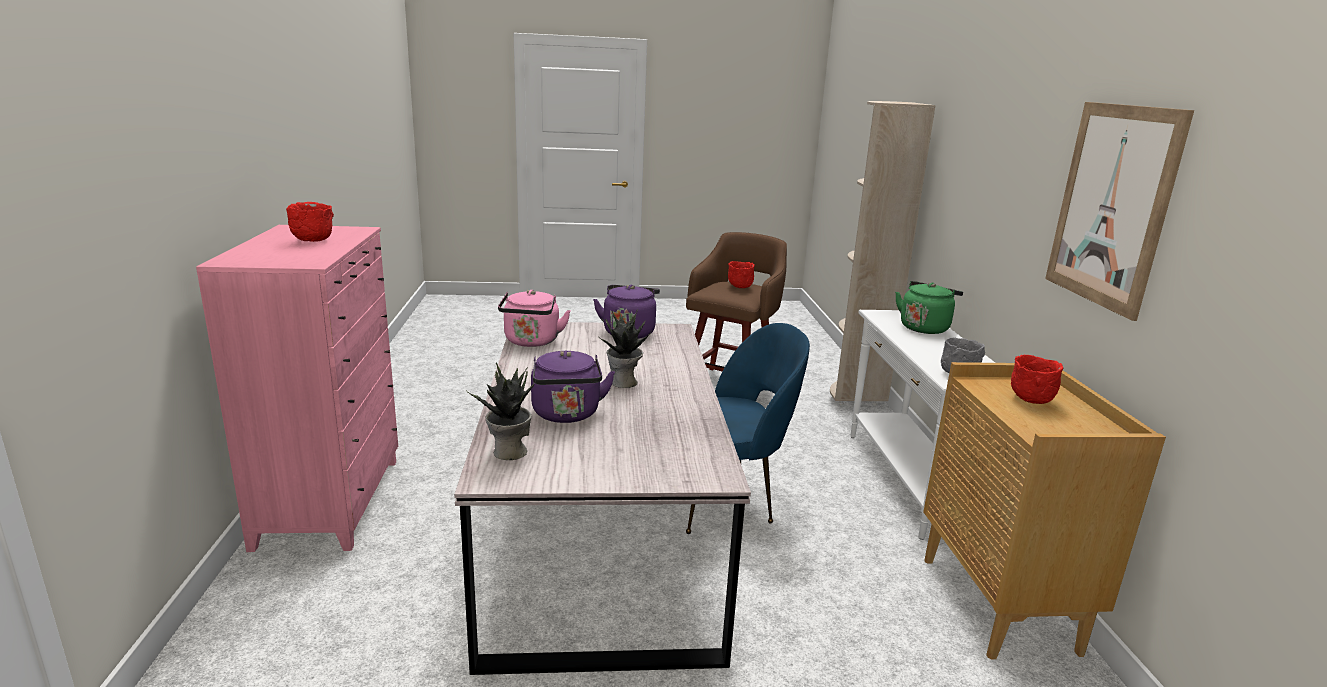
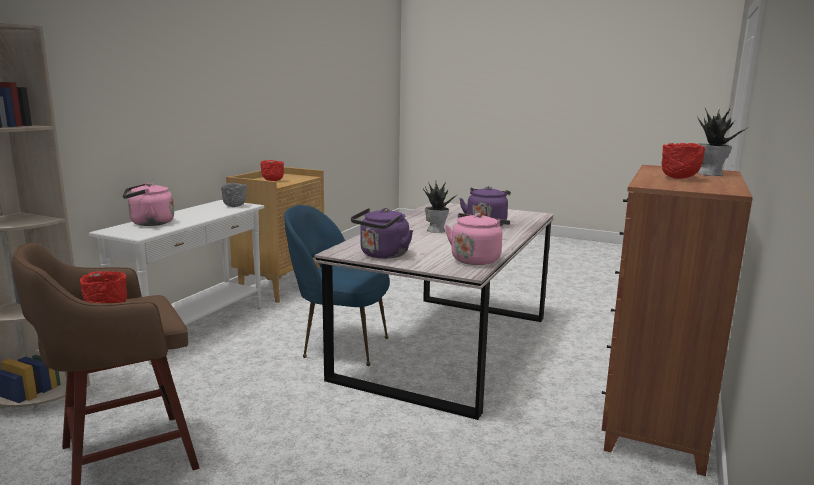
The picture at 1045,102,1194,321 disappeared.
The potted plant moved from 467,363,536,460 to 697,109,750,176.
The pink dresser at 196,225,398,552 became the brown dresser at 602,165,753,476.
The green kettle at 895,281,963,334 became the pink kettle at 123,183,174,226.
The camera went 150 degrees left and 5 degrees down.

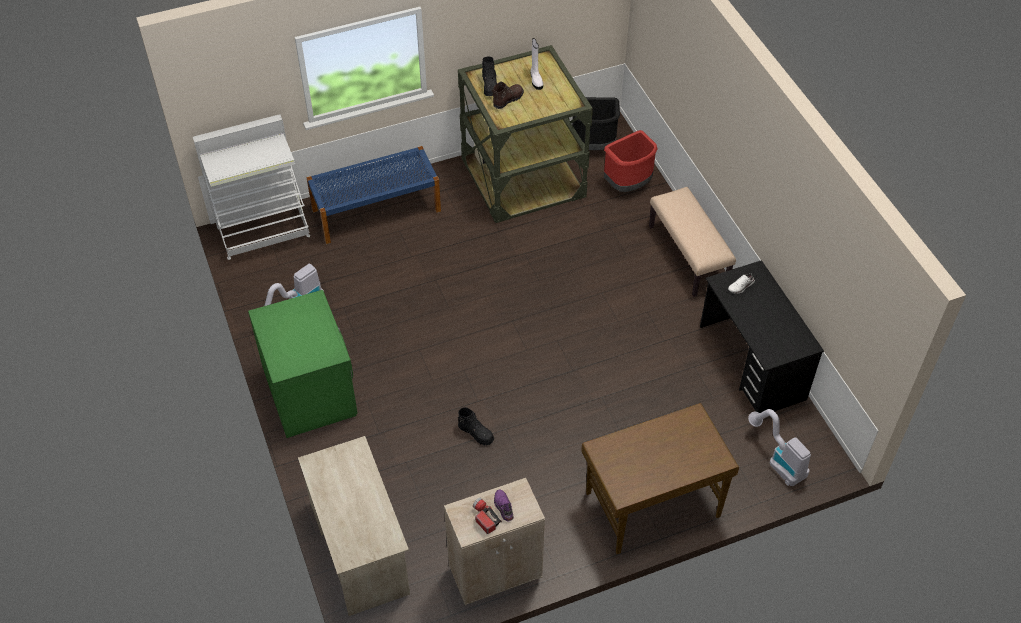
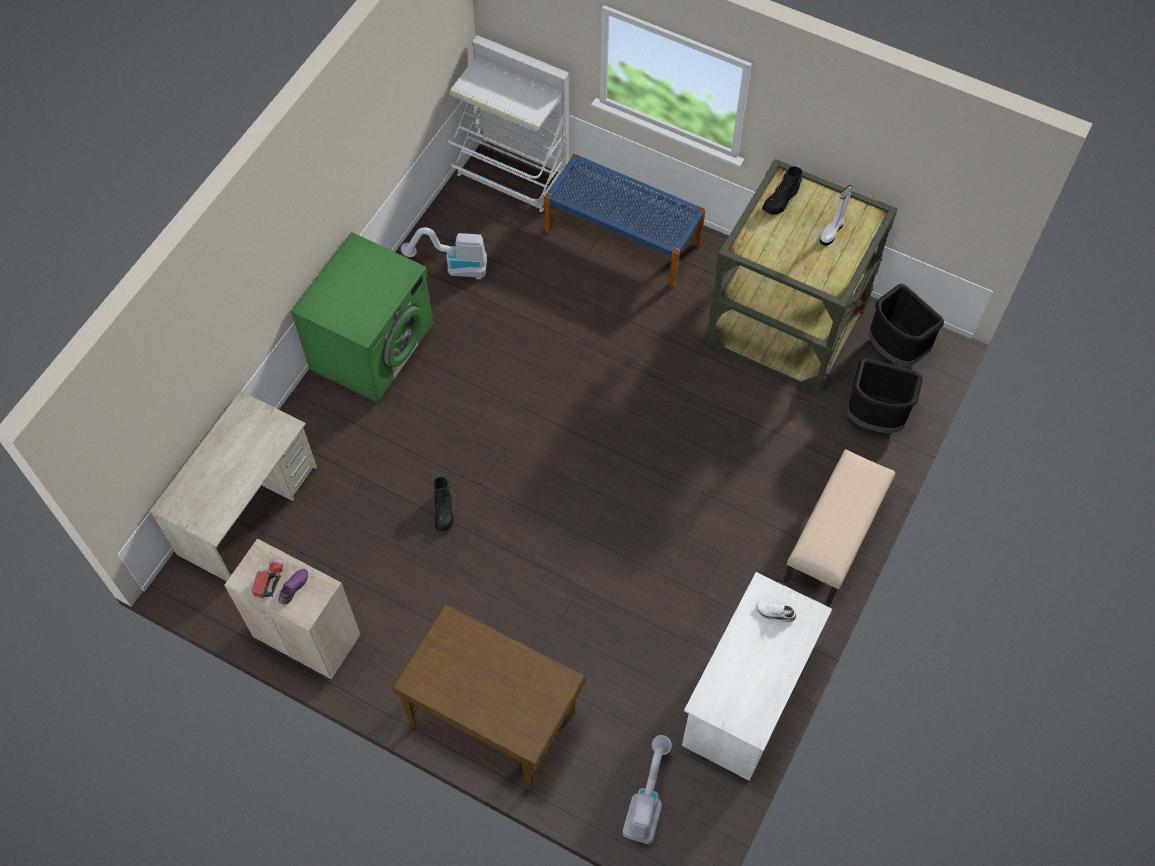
The brown boot at 492,82,524,109 disappeared.
The red trash can at 604,130,658,192 became the black trash can at 847,358,923,433.
The black desk at 700,260,824,413 became the white desk at 682,572,832,781.
The camera went 50 degrees right and 10 degrees up.

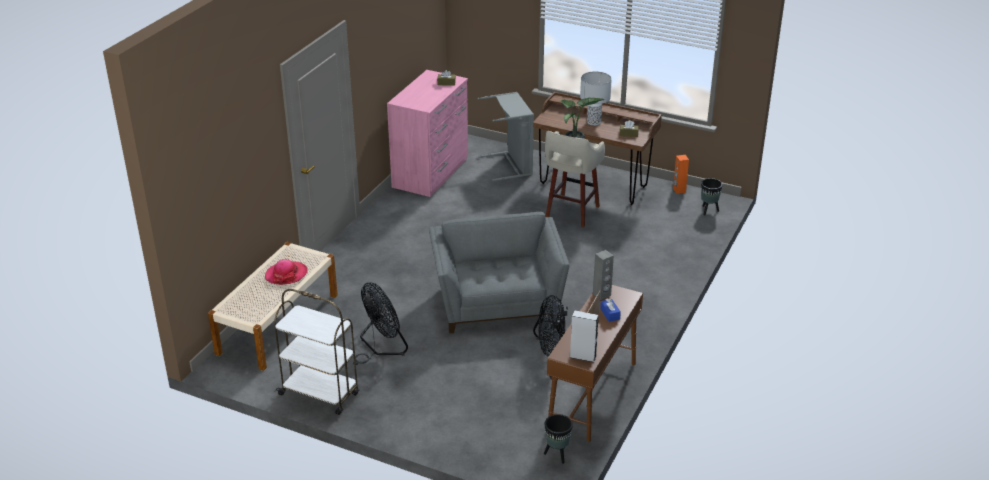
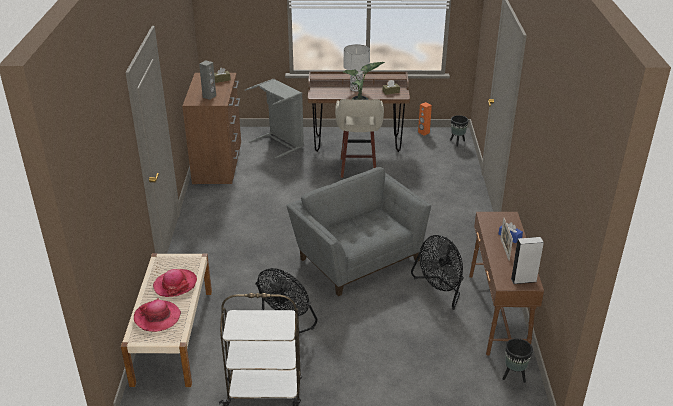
The hat at 134,298,181,332 appeared.
The grey speaker moved from 593,250,614,300 to 199,60,216,100.
The pink dresser at 387,70,468,197 became the brown dresser at 182,73,241,184.
The camera went 25 degrees left and 0 degrees up.

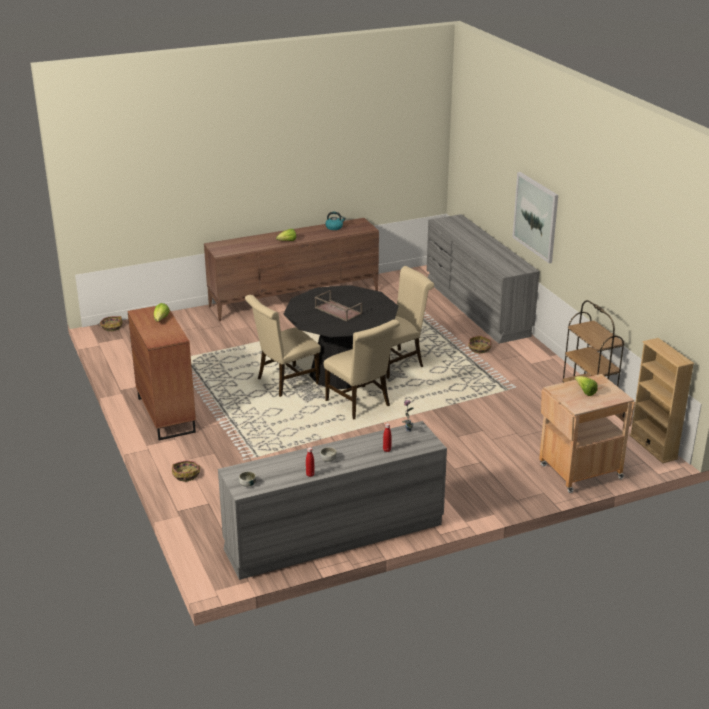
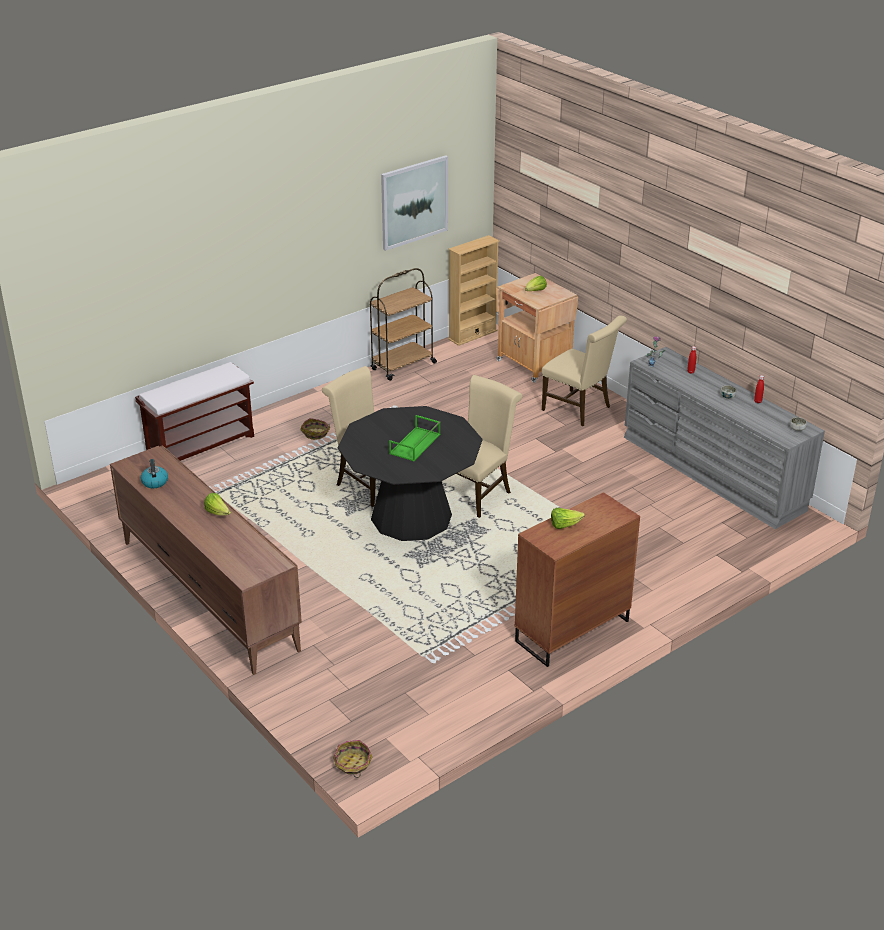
The basket at 172,460,200,482 disappeared.
The beige chair moved from 245,295,321,397 to 542,316,627,426.
The picture moved from 512,172,558,263 to 381,155,448,251.
The grey dresser at 427,214,540,344 was replaced by the brown bench at 135,362,254,461.
The brown tray at 315,290,362,322 became the green tray at 389,415,440,461.
The camera went 105 degrees left and 5 degrees up.

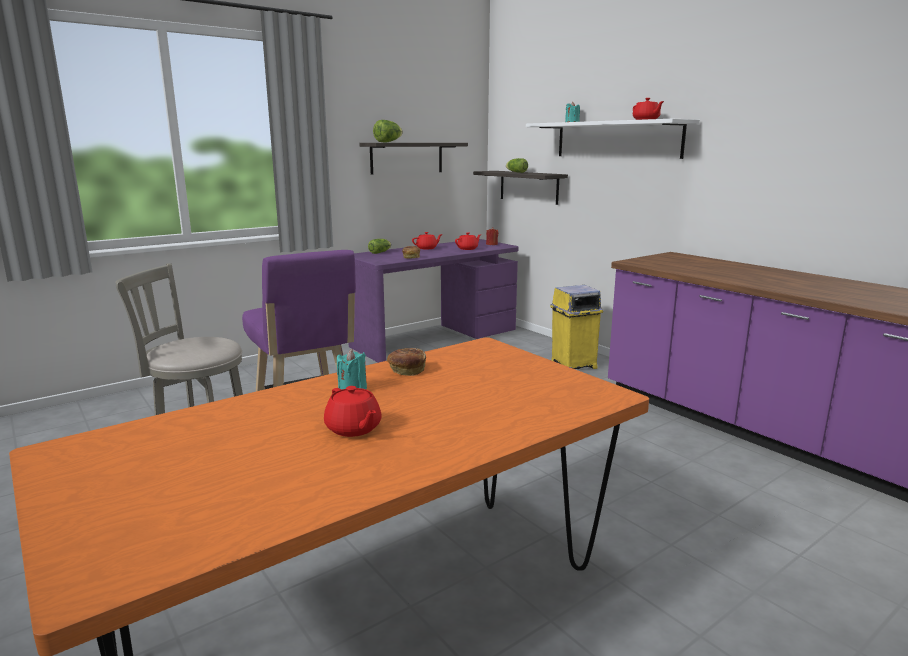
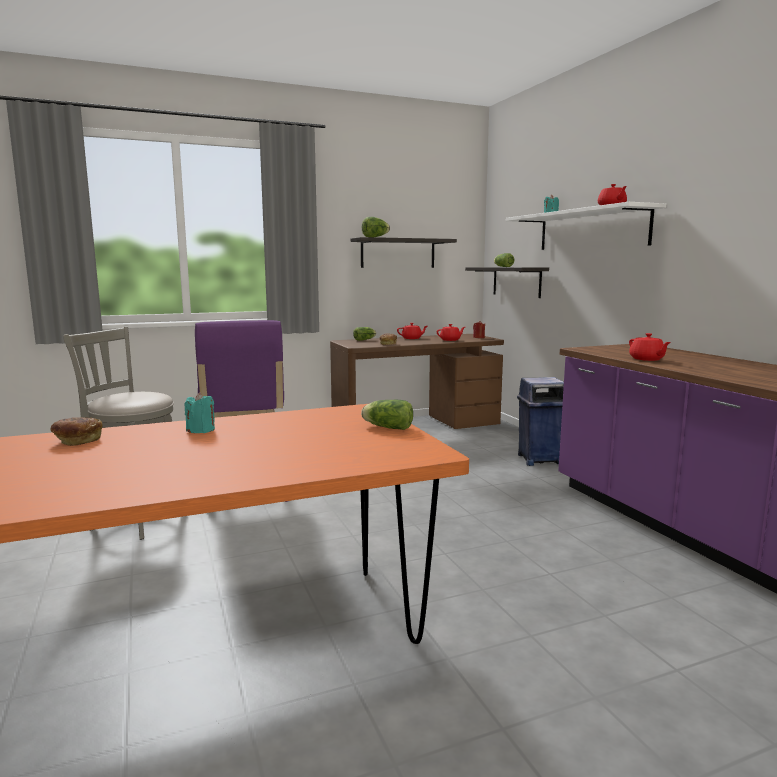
The lettuce at 361,400,413,430 appeared.
The red teapot moved from 324,386,382,437 to 629,333,671,361.
The bread moved from 387,348,426,376 to 50,417,103,446.
The purple desk at 349,239,519,363 became the brown desk at 330,334,504,429.
The yellow trash can at 550,285,603,369 became the blue trash can at 517,377,564,466.
The camera went 15 degrees right and 5 degrees down.

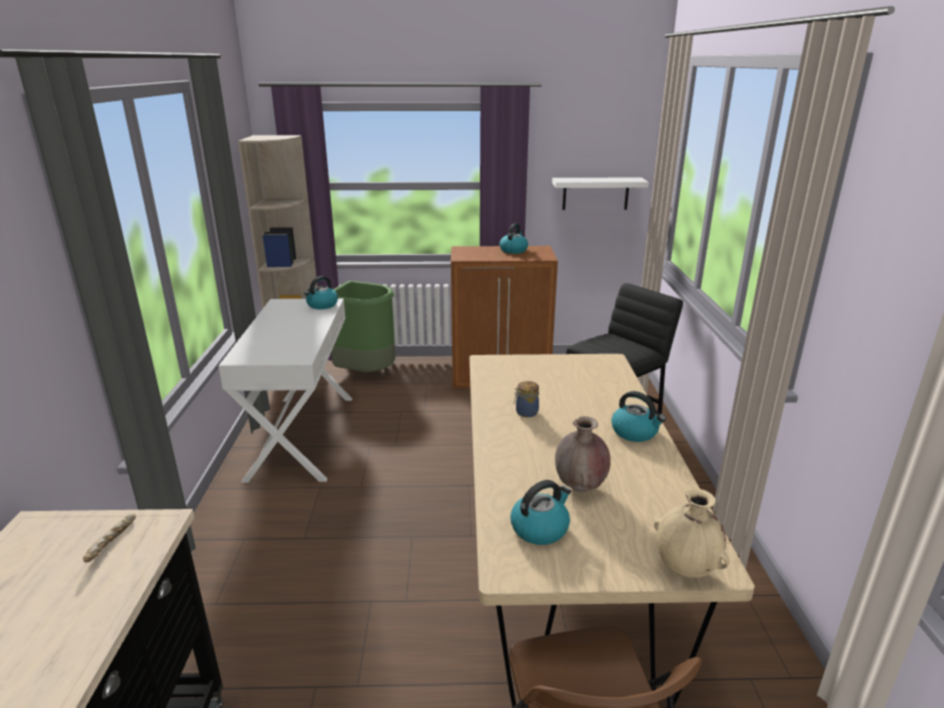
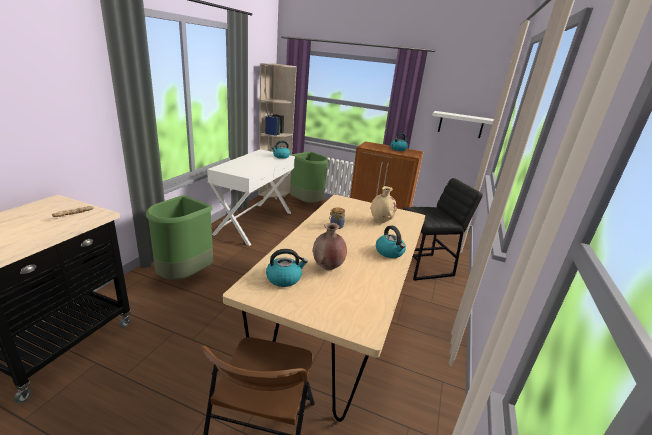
The green trash can at 146,195,213,280 appeared.
The beige vase moved from 654,488,729,578 to 371,186,397,223.
The camera went 20 degrees right and 0 degrees up.

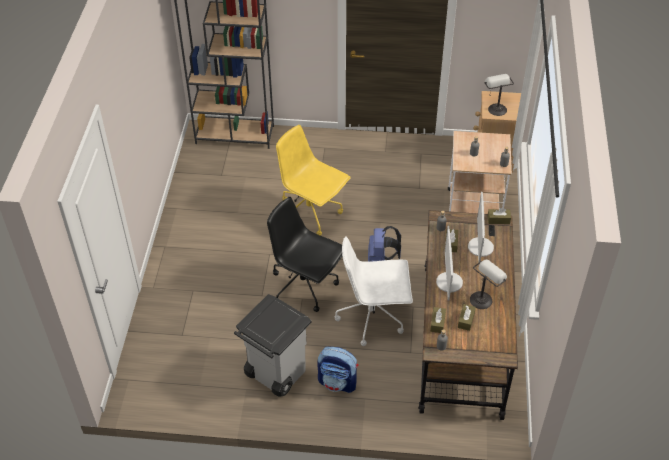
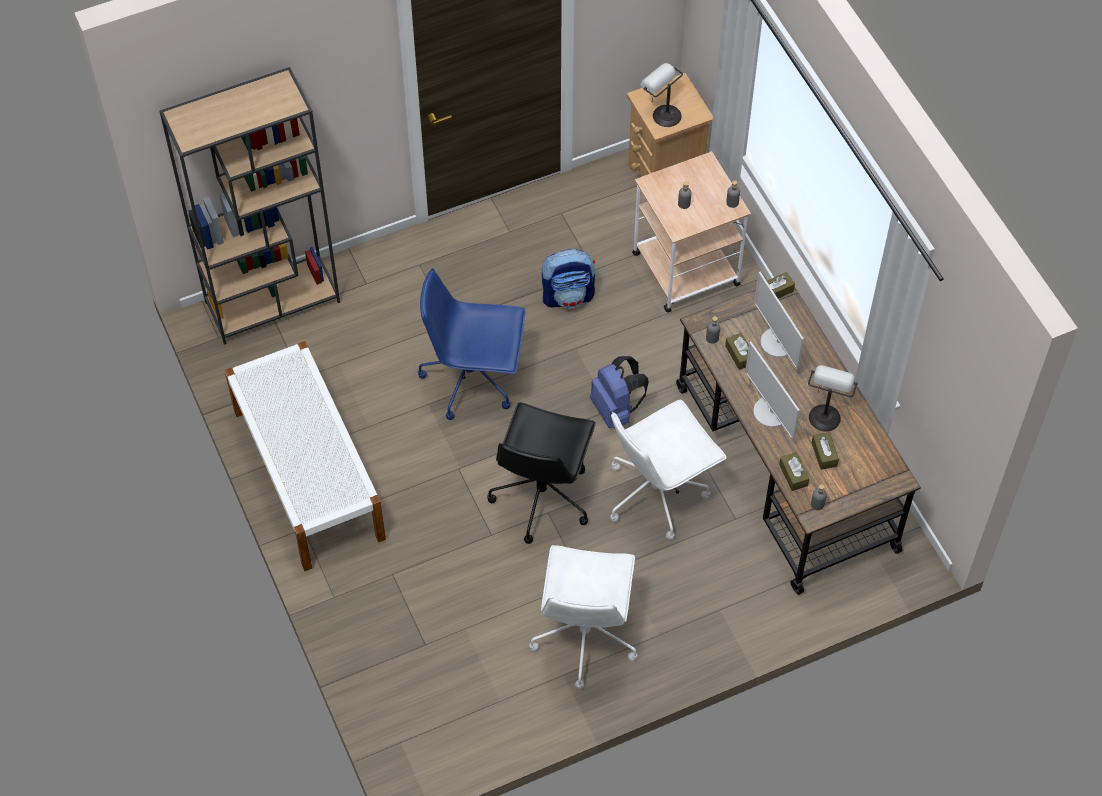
The white bench at 224,341,386,571 appeared.
The backpack moved from 317,347,358,393 to 542,249,595,308.
The grey trash can at 234,294,312,397 was replaced by the white office chair at 529,545,638,689.
The yellow office chair at 276,125,351,236 became the blue office chair at 418,269,525,420.
The black office chair at 267,197,342,312 turned 75 degrees counterclockwise.
The camera went 30 degrees left and 10 degrees up.

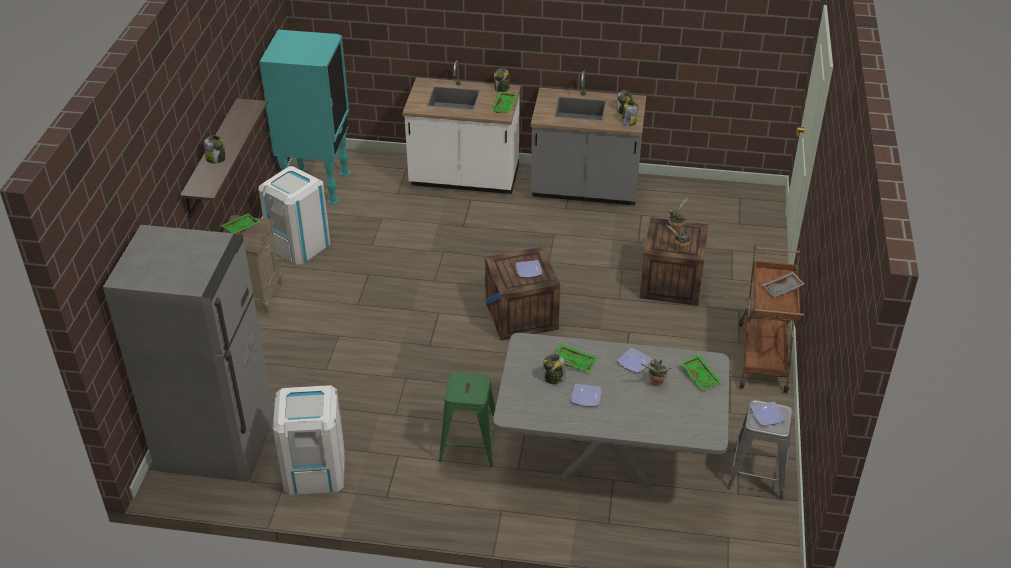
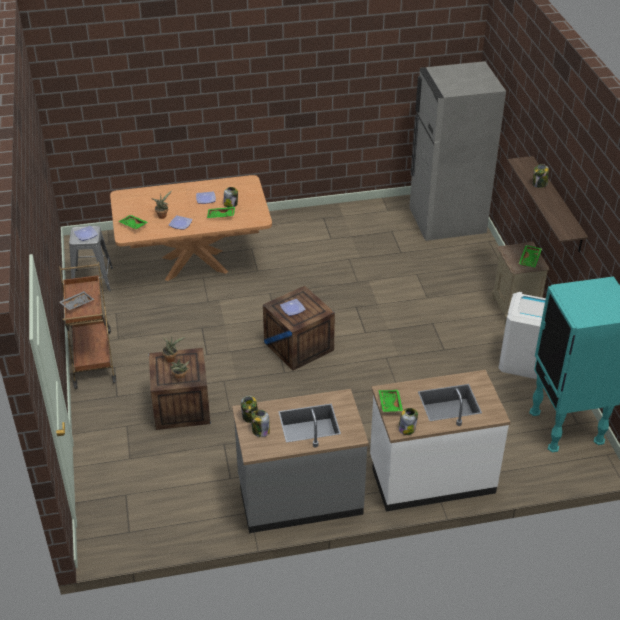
The white trash can at 273,385,345,495 disappeared.
The green stool at 439,372,495,467 disappeared.
The grey dining table at 493,333,729,490 became the brown dining table at 110,175,272,281.
The camera went 160 degrees right and 0 degrees up.

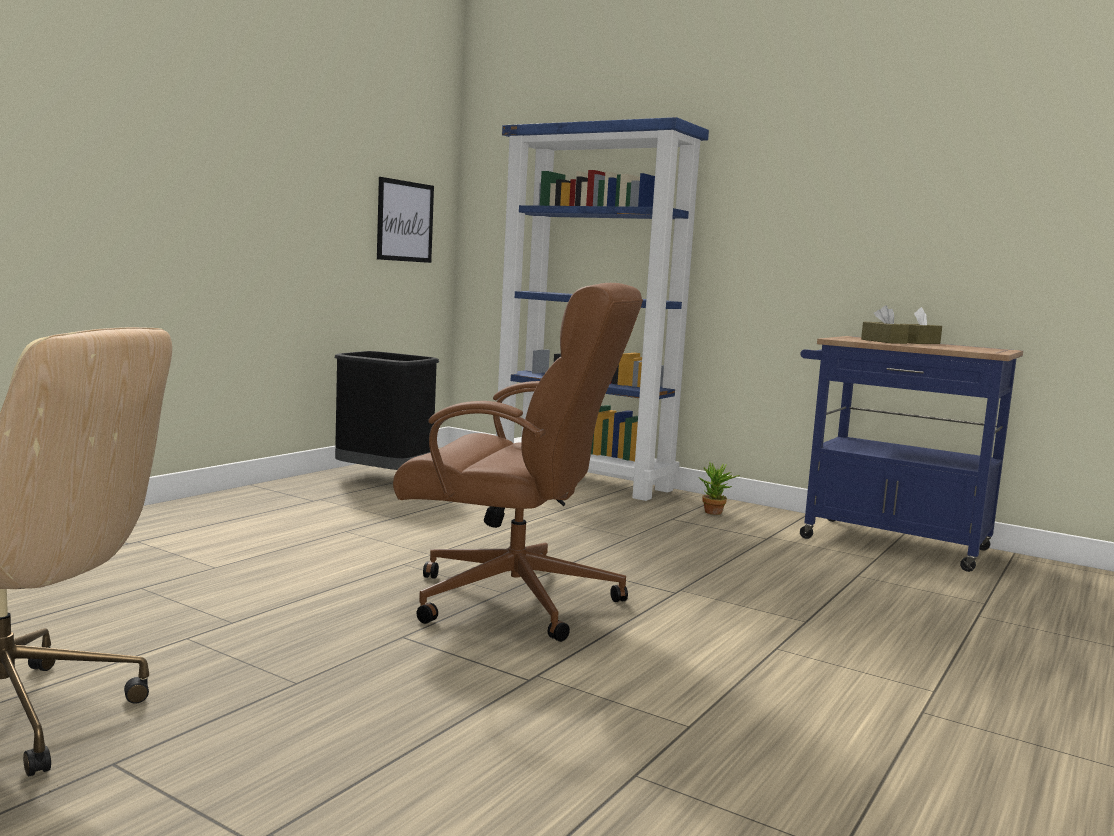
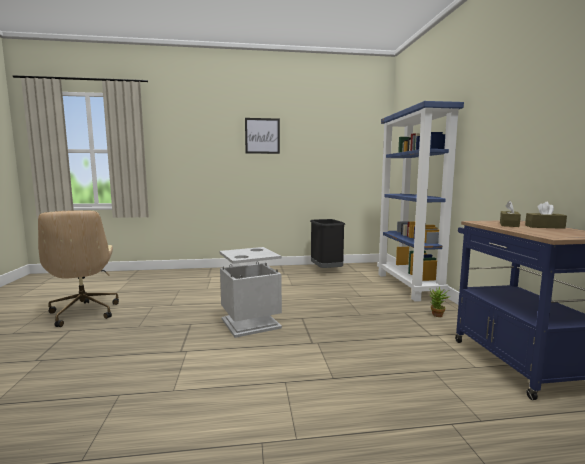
The picture moved from 377,177,434,263 to 245,118,280,154.
The brown office chair at 393,283,643,642 was replaced by the grey trash can at 219,247,282,338.
The camera went 50 degrees right and 0 degrees up.

